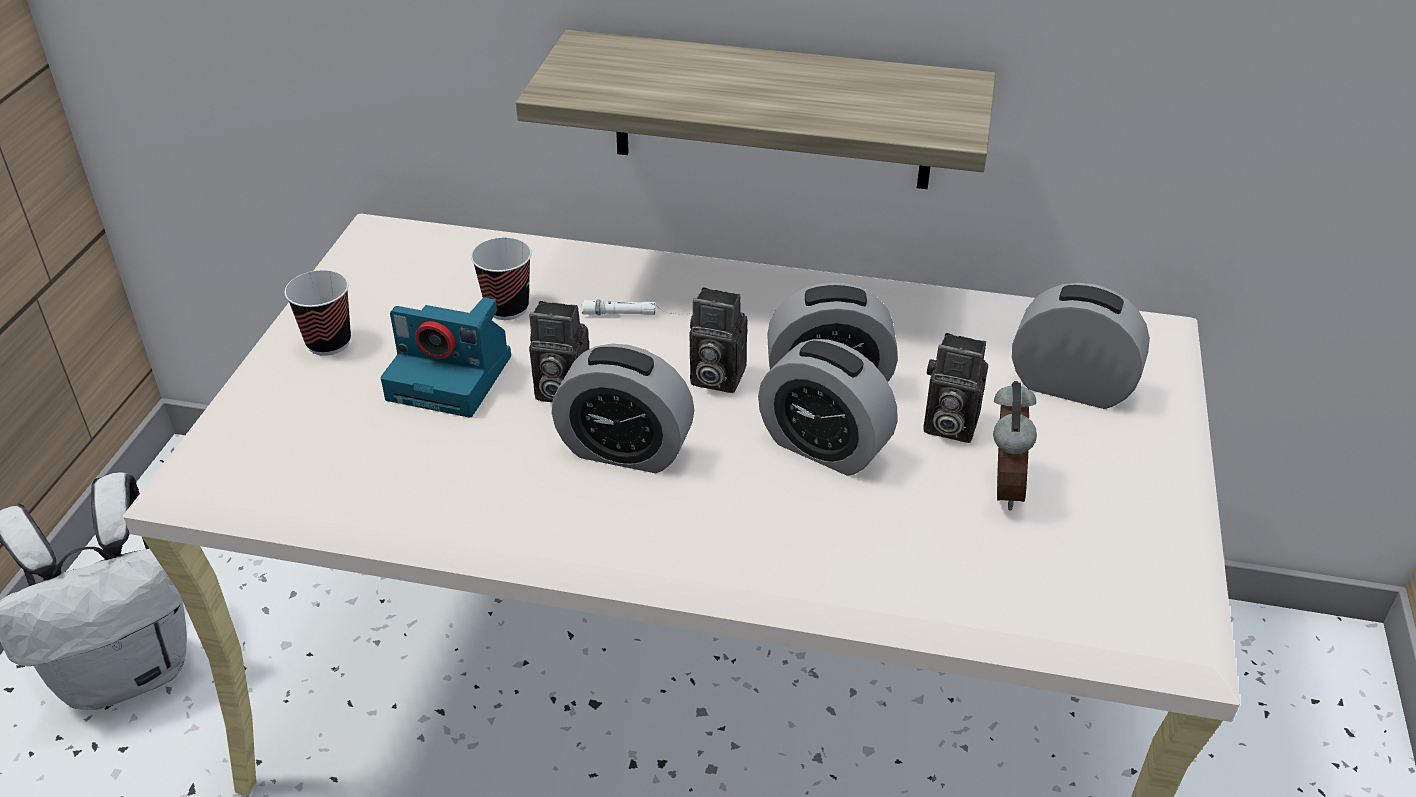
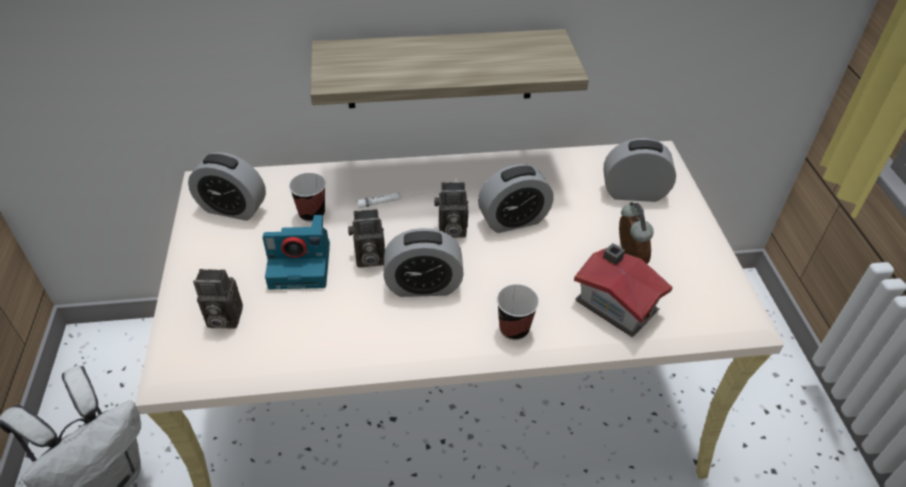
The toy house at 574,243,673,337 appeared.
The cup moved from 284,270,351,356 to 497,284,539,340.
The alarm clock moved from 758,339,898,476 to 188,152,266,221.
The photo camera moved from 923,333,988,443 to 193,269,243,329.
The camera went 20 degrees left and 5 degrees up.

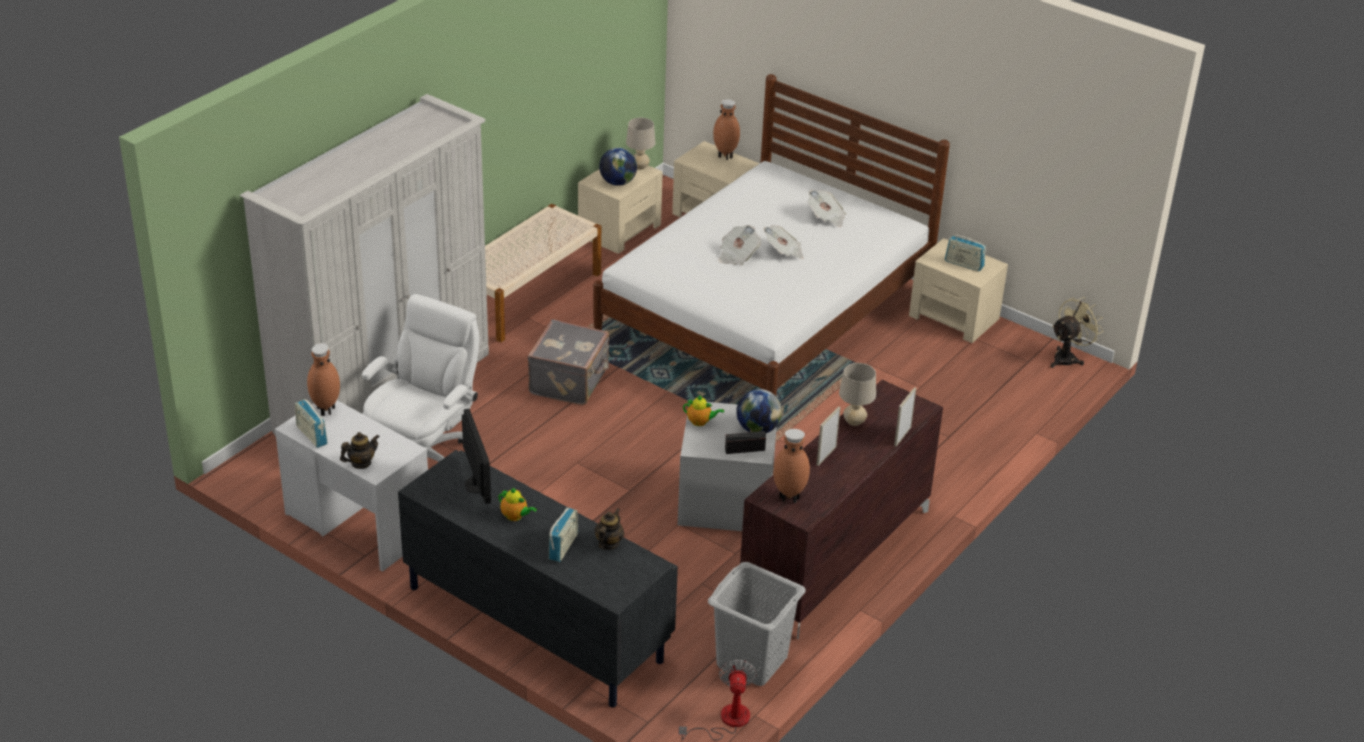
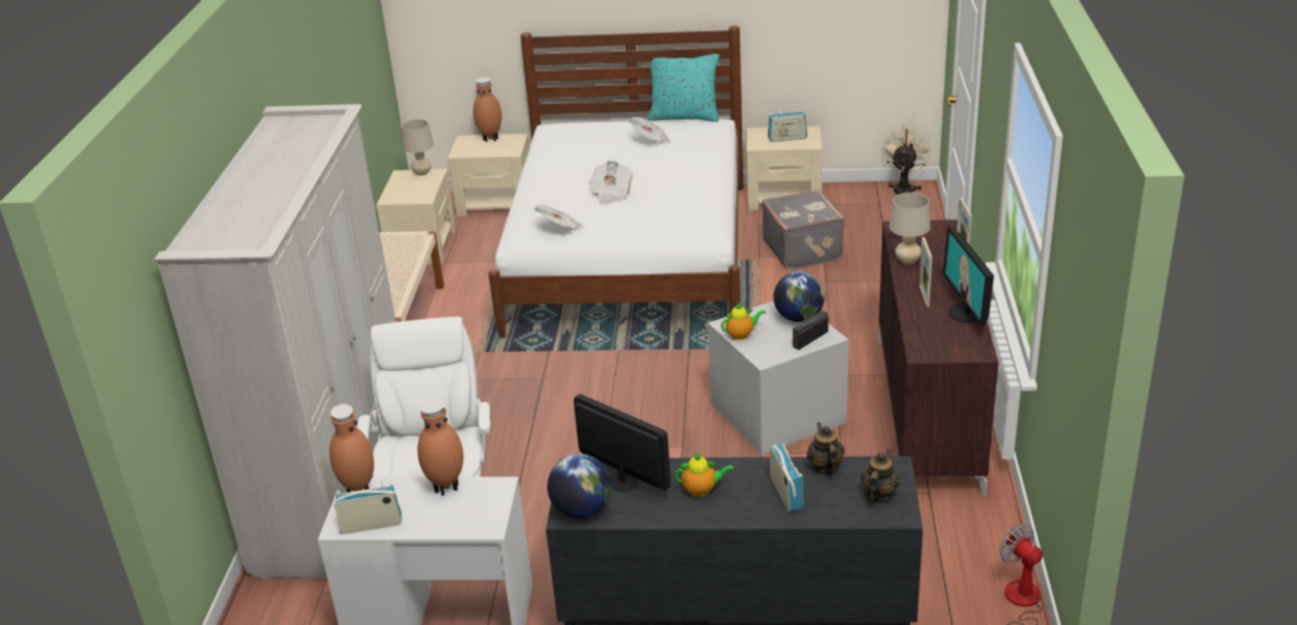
The grey laundry basket at 708,562,806,686 disappeared.
The turquoise pillow at 648,54,720,122 appeared.
The monitor at 943,226,994,326 appeared.
The teapot moved from 340,432,380,469 to 861,449,900,503.
The grey suitcase moved from 527,319,609,405 to 762,190,845,270.
The globe moved from 599,148,637,186 to 547,454,612,519.
The newspaper moved from 764,225,804,259 to 532,205,584,228.
The brown vase moved from 773,429,810,503 to 417,400,464,496.
The radio at 295,398,328,448 turned 150 degrees clockwise.
The camera went 30 degrees left and 5 degrees down.

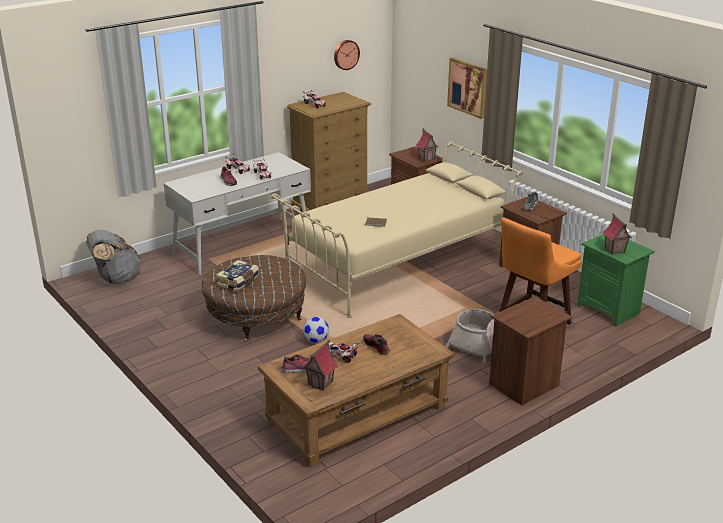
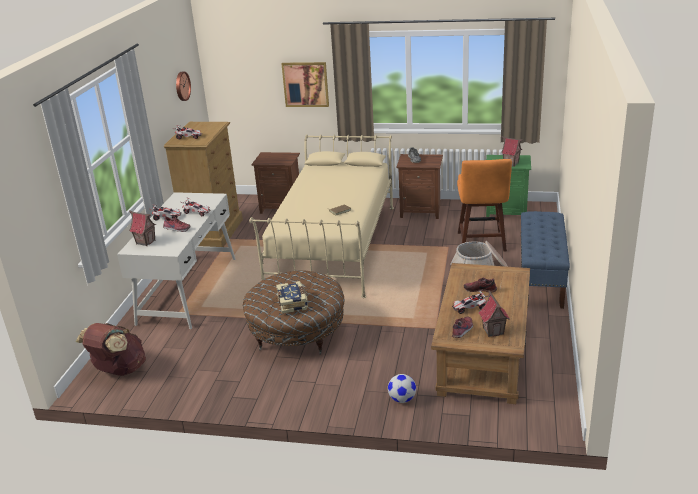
The football moved from 303,317,329,343 to 388,374,416,403.
The toy house moved from 416,129,438,162 to 129,211,157,246.
The brown nightstand at 489,296,572,405 was replaced by the blue bench at 521,211,570,309.
The grey backpack at 86,230,141,284 became the brown backpack at 75,323,146,376.
The camera went 40 degrees left and 0 degrees up.

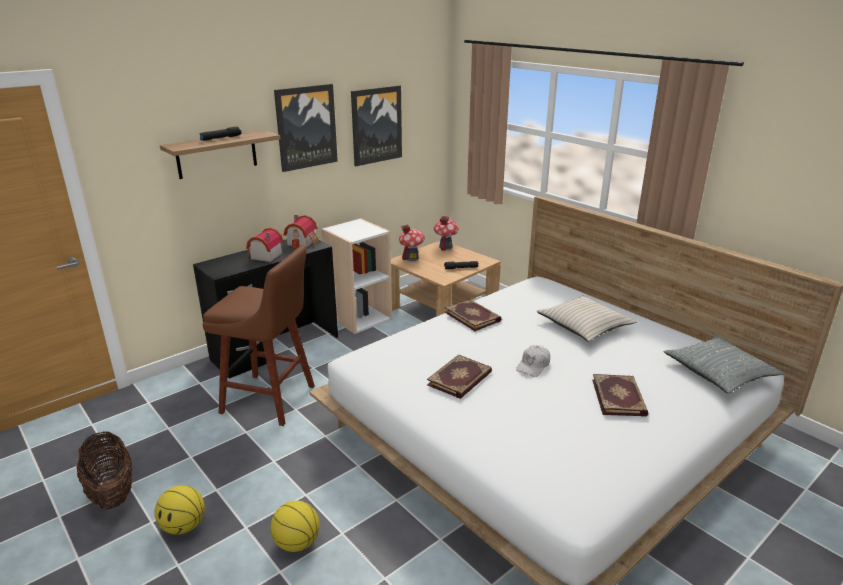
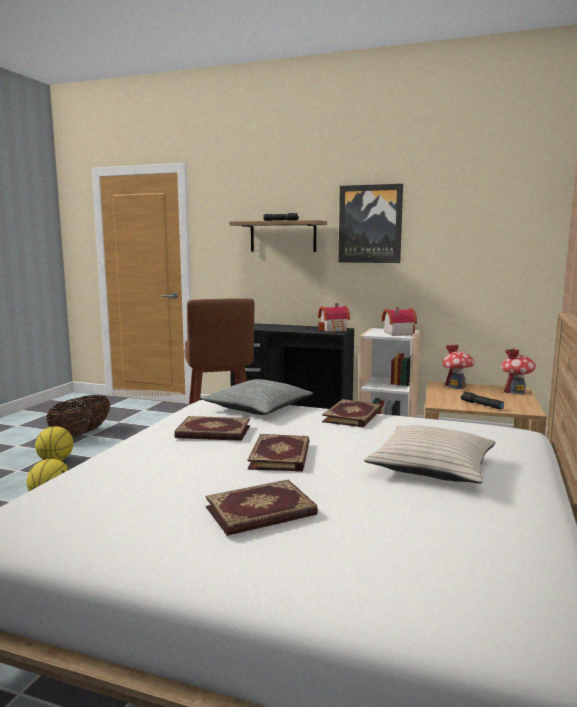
The picture at 351,85,402,166 disappeared.
The toy house moved from 246,228,284,262 to 381,307,417,336.
The grey pillow moved from 664,336,784,393 to 202,379,313,415.
The white cap at 516,345,550,377 was replaced by the book at 248,434,310,472.
The camera went 60 degrees right and 15 degrees down.

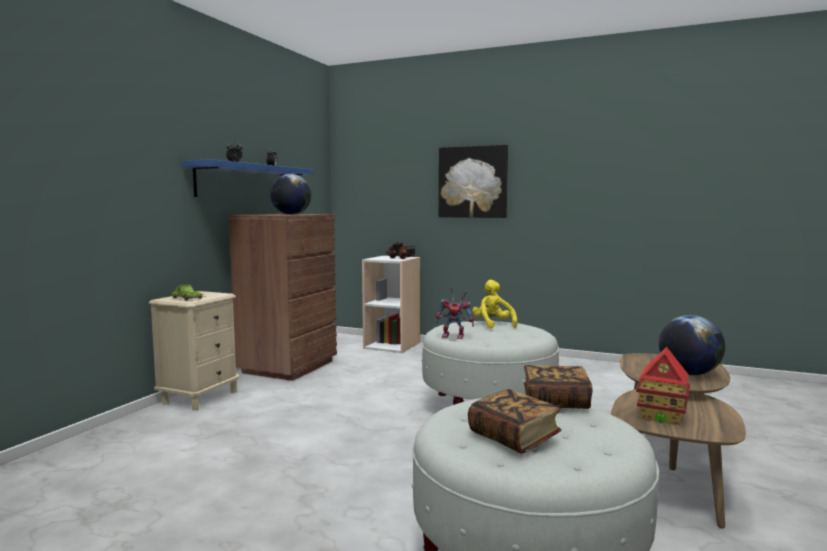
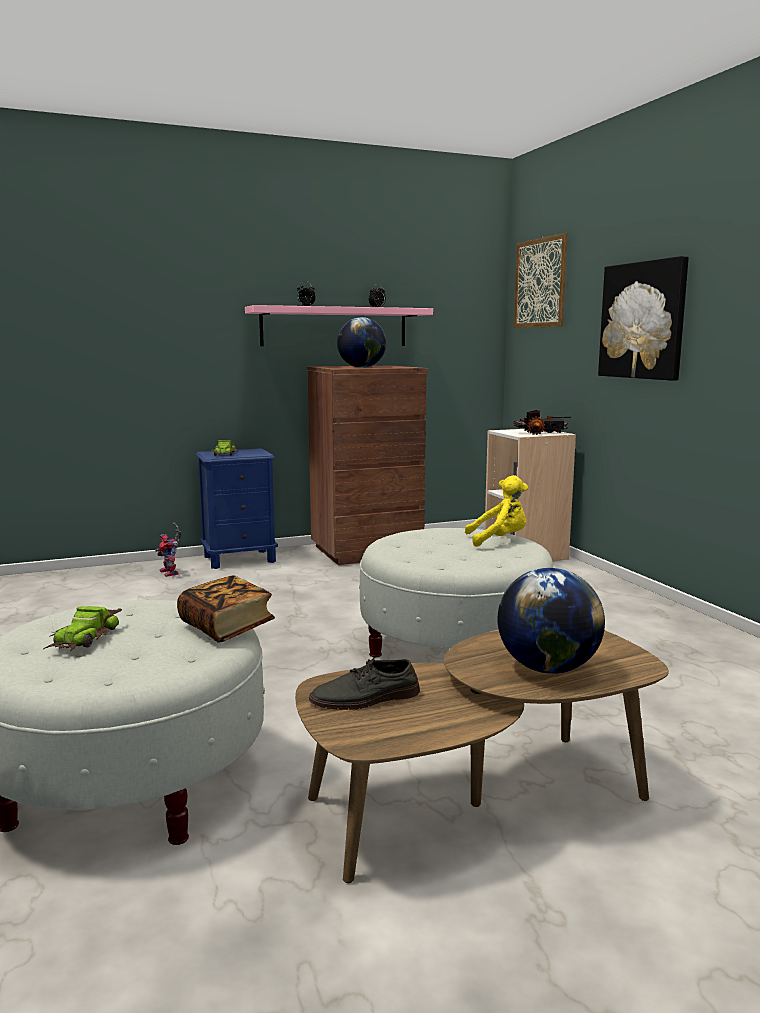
The picture at 514,233,568,328 appeared.
The toy robot moved from 435,287,474,339 to 155,523,181,577.
The book at 468,389,562,454 was replaced by the toy car at 43,606,122,651.
The toy house at 636,347,690,425 was replaced by the grey shoe at 309,657,420,710.
The beige nightstand at 149,291,239,411 became the blue nightstand at 196,448,278,569.
The blue shelf at 182,159,314,197 became the pink shelf at 245,305,433,346.
The yellow plush toy at 472,280,518,329 turned 60 degrees clockwise.
The camera went 45 degrees right and 5 degrees up.

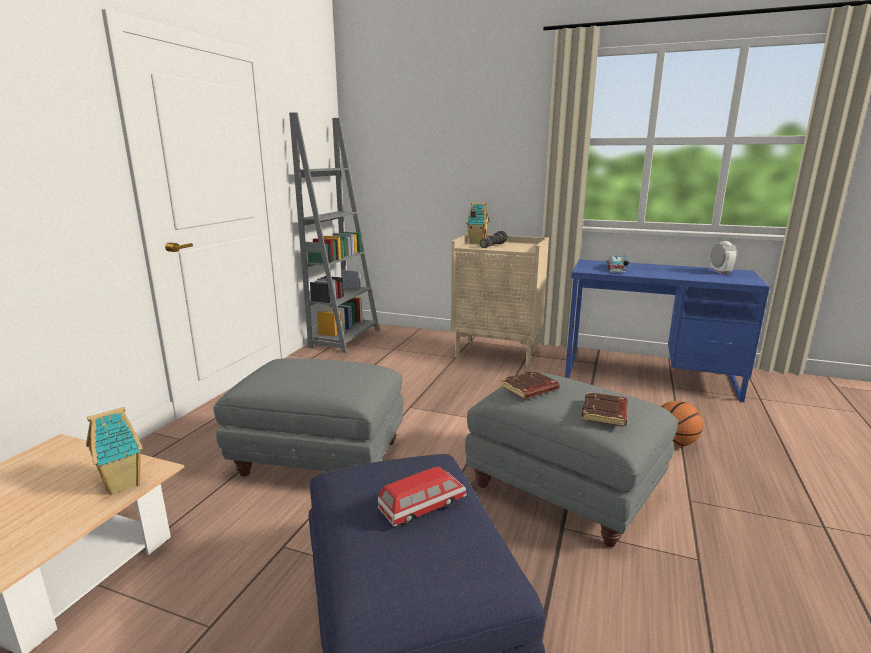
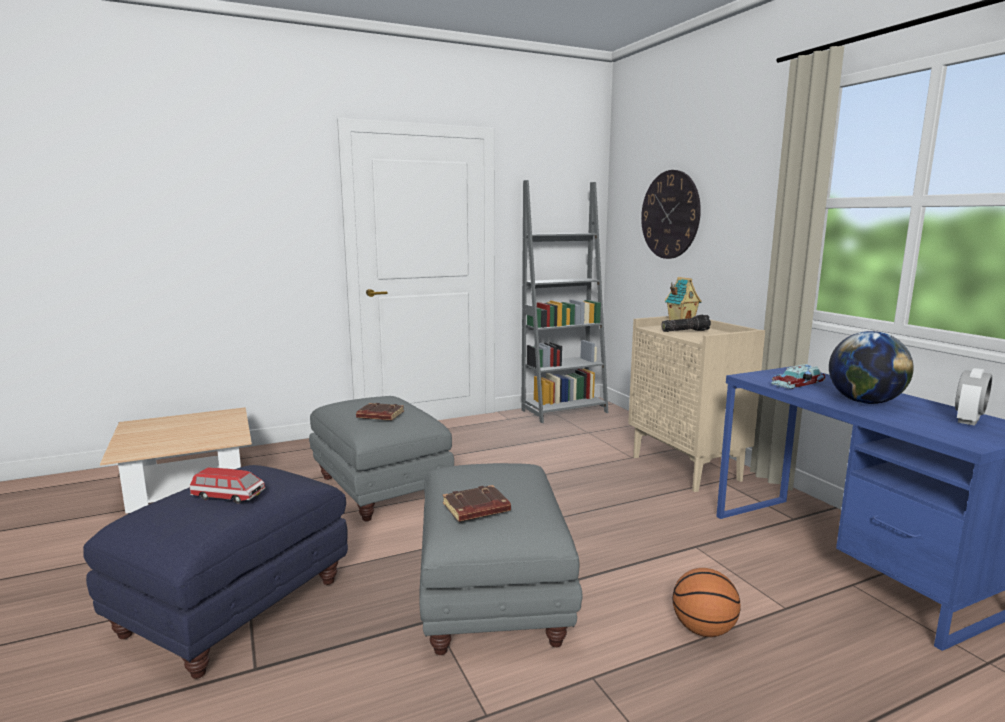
The toy house at 86,407,143,495 disappeared.
The wall clock at 641,170,701,259 appeared.
The globe at 829,331,914,404 appeared.
The brown book moved from 501,371,560,399 to 356,403,404,420.
The camera went 45 degrees right and 5 degrees down.

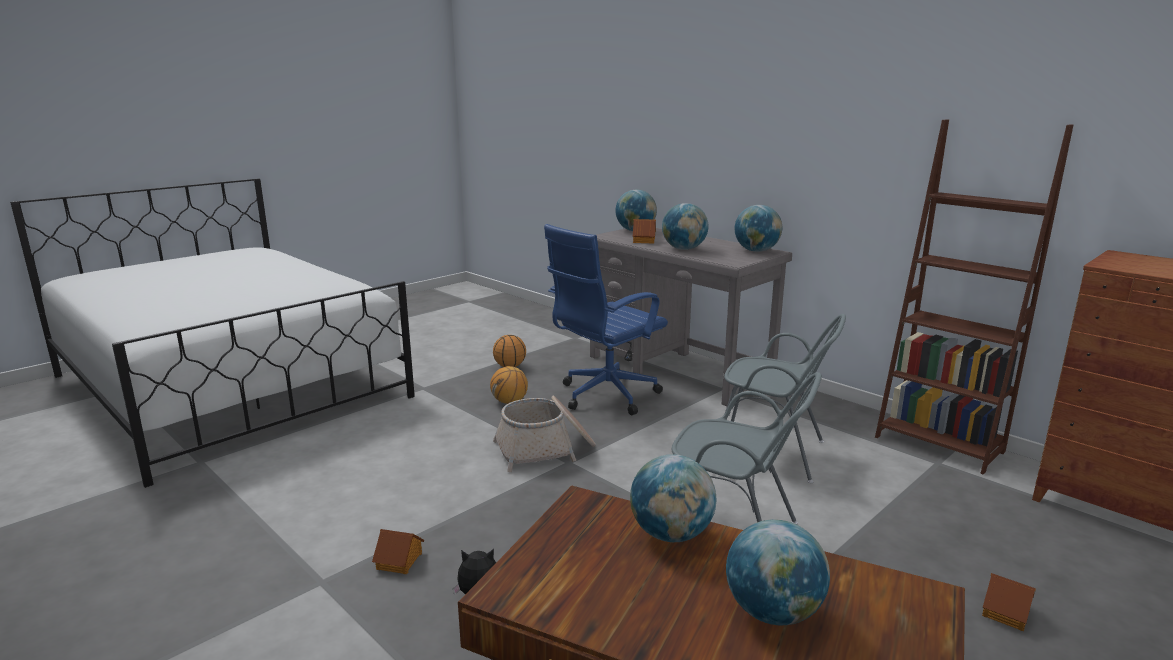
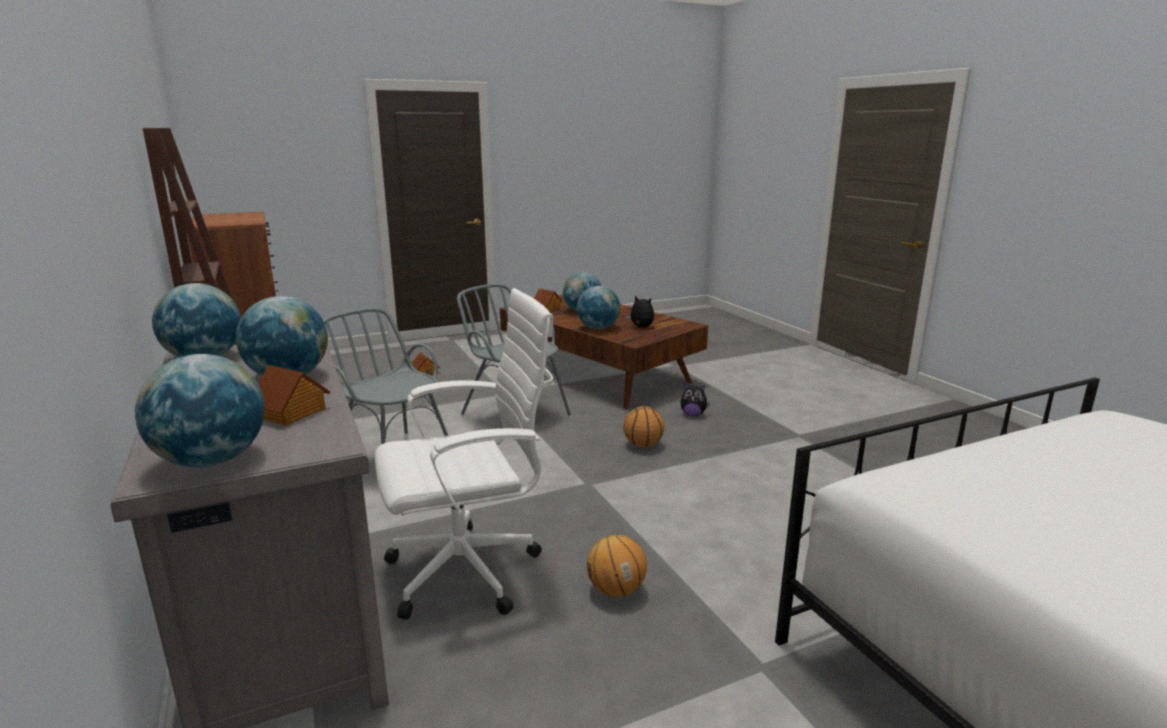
The basket at 493,396,596,472 disappeared.
The plush toy at 626,295,654,328 appeared.
The toy house moved from 372,529,424,574 to 534,289,562,312.
The basketball moved from 493,335,526,367 to 623,406,665,447.
The blue office chair at 544,224,668,415 became the white office chair at 374,288,553,620.
The camera went 160 degrees left and 0 degrees up.

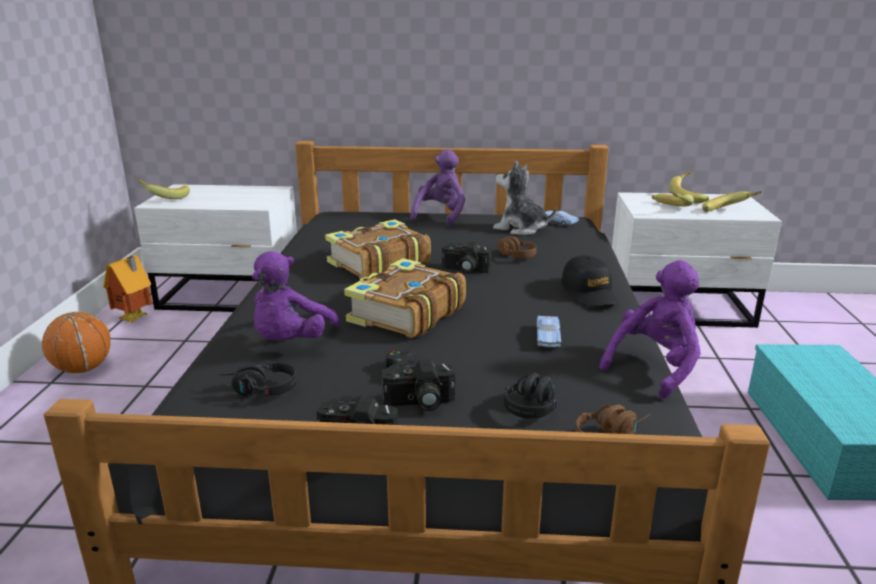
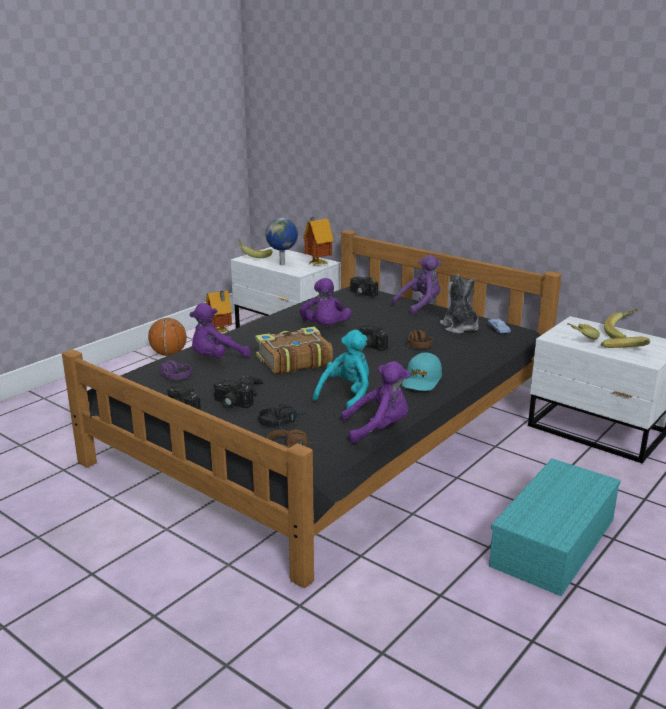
The globe at 265,218,298,265 appeared.
The toy house at 303,217,334,266 appeared.
The photo camera at 350,277,378,297 appeared.
The book at 325,219,431,279 was replaced by the purple plush toy at 300,278,352,326.
The blue toy car at 537,316,561,348 was replaced by the turquoise plush toy at 313,330,369,409.
The black headphones at 220,362,297,397 became the purple headphones at 160,361,192,380.
The black cap at 561,255,620,306 became the turquoise cap at 402,353,442,391.
The camera went 35 degrees right and 0 degrees up.

